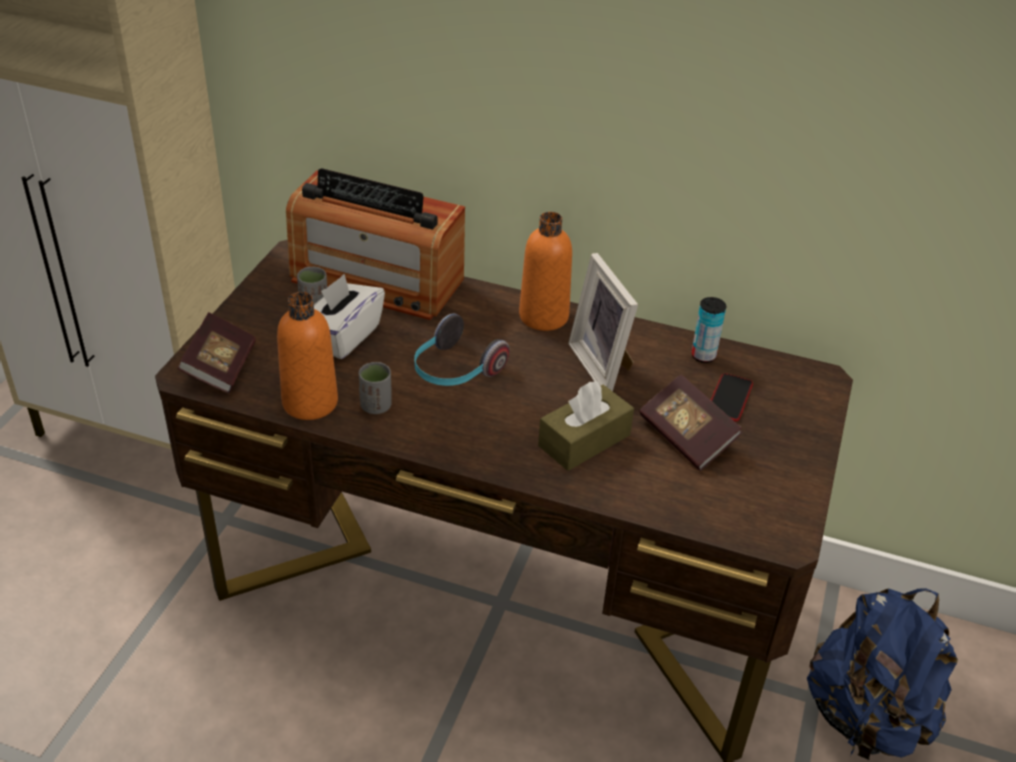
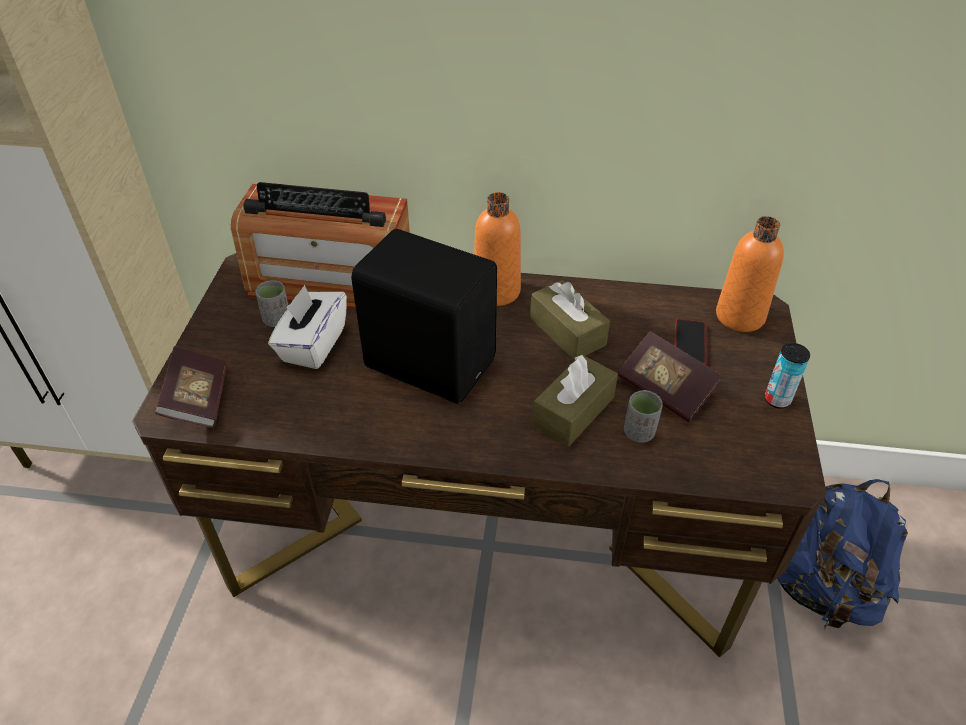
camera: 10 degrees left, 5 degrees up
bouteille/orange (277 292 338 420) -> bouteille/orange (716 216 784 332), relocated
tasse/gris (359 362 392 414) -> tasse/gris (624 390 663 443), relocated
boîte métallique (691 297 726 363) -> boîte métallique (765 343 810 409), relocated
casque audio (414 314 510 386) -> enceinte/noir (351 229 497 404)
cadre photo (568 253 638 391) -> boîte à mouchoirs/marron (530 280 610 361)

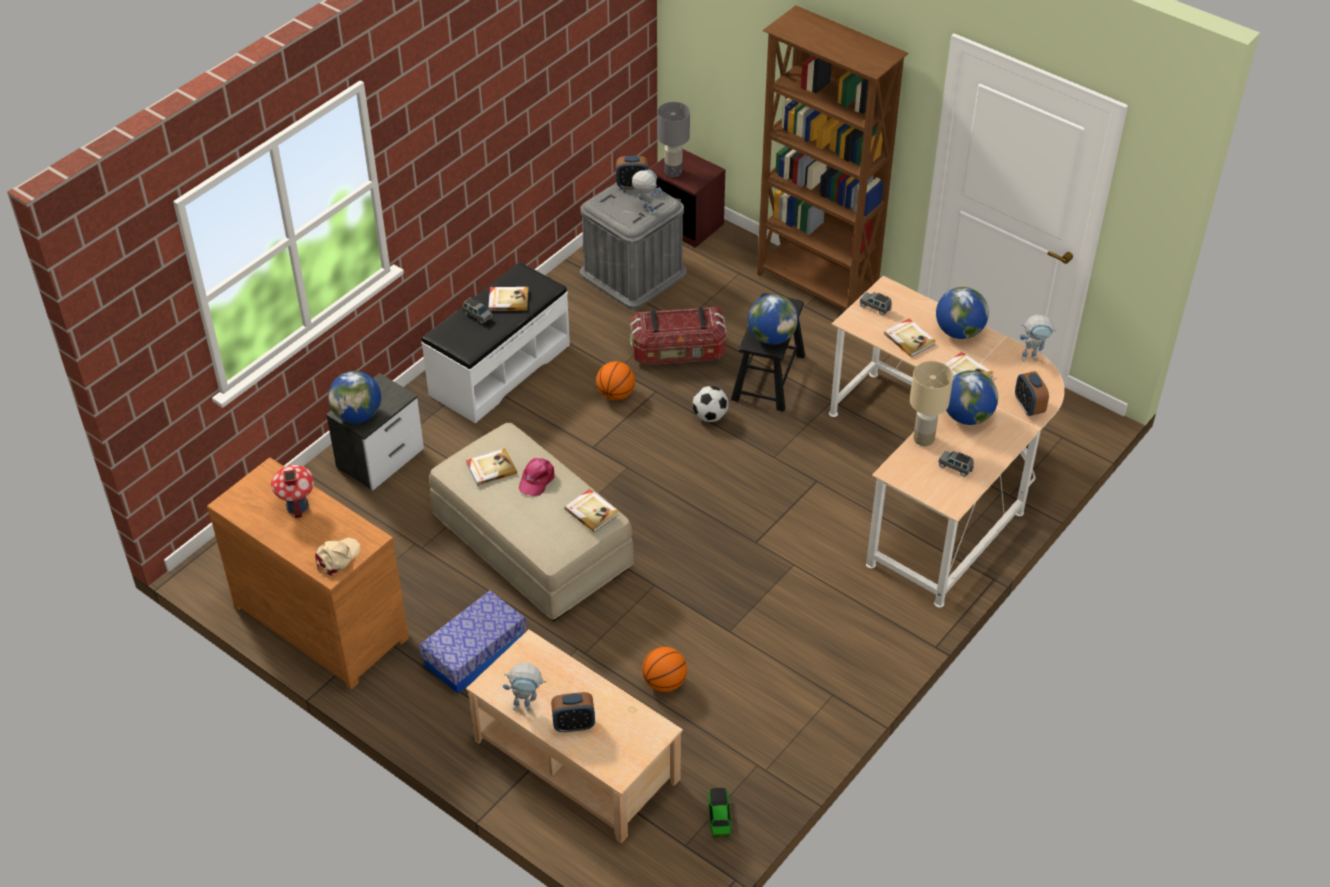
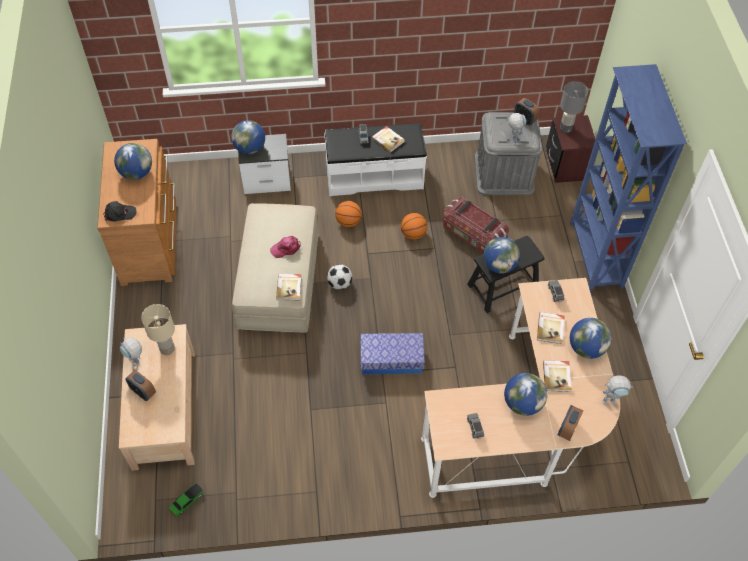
camera: 45 degrees right, 10 degrees up
livre (466 448 517 486) -> none
boîte de rangement (419 591 526 693) -> boîte de rangement (360 333 425 374), relocated
ballon de basket (642 647 687 692) -> ballon de basket (335 201 362 227), relocated
ballon de foot (693 386 728 422) -> ballon de foot (327 264 352 290), relocated
lampe de table/beige (910 361 953 446) -> lampe de table/beige (141 304 175 355), relocated
maison miniature (271 465 314 518) -> globe (114 143 152 180)
casquette/beige (315 537 360 576) -> casquette/noir (103 201 137 222)
bibliothèque/marron (757 5 909 311) -> bibliothèque/bleu (570 64 687 291)
robot jouet (1020 315 1056 361) -> robot jouet (603 375 633 405), 45 degrees counterclockwise

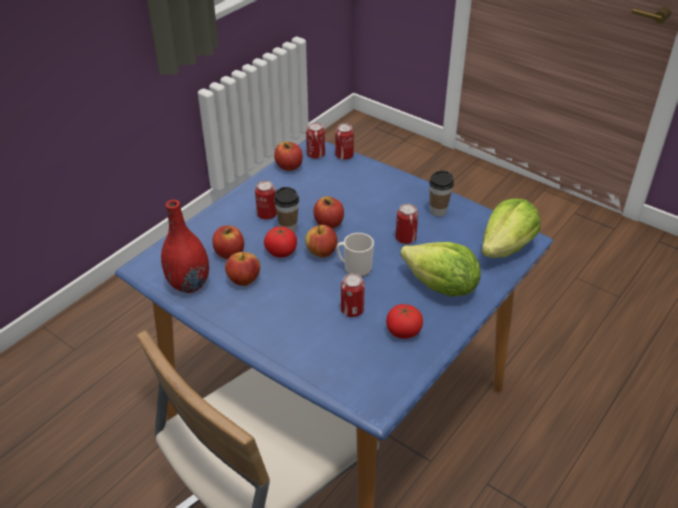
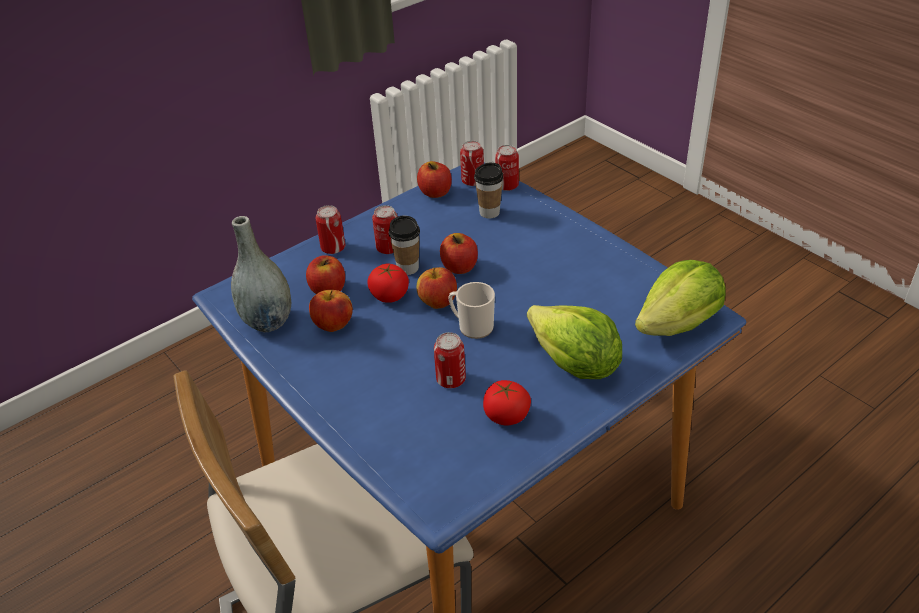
camera: 15 degrees right, 0 degrees up
boîte métallique (395 203 418 244) -> boîte métallique (316 205 345 254), relocated
tasse (429 171 454 217) -> tasse (474 162 503 219), relocated
vase/rouge (161 200 209 293) -> vase/gris (231 216 291 332)

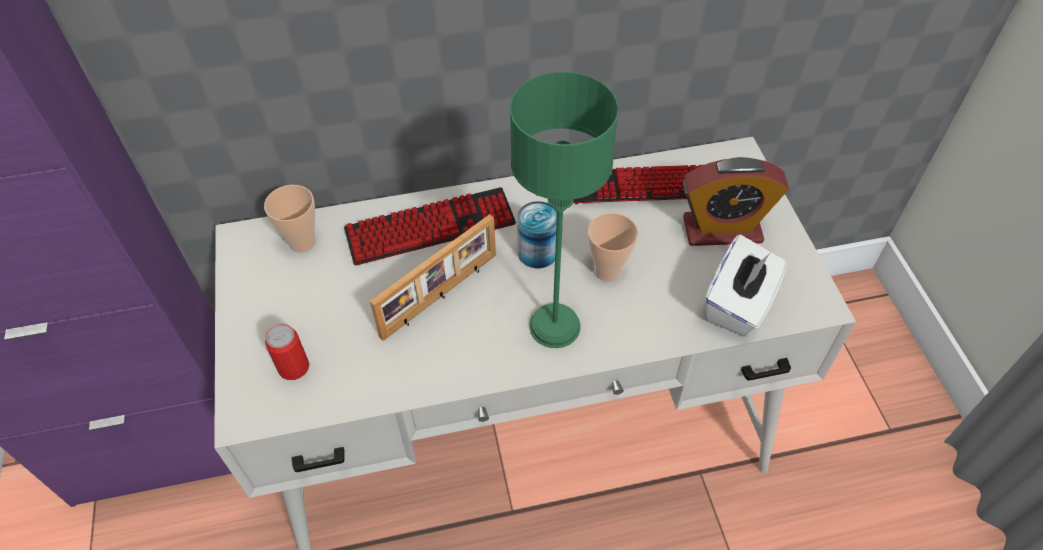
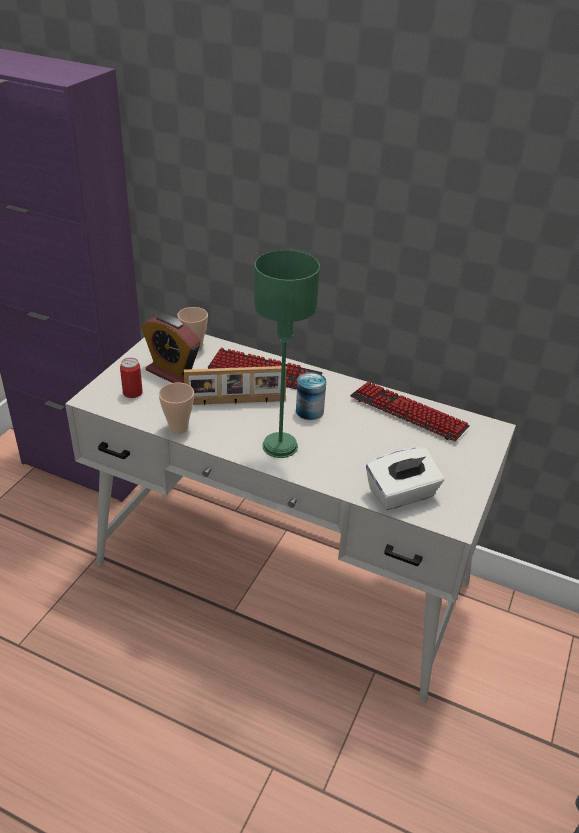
camera: 35 degrees right, 15 degrees down
tasse (588 213 638 282) -> tasse (159 382 194 434), relocated
réveil (683 157 789 246) -> réveil (141 314 201 383), relocated

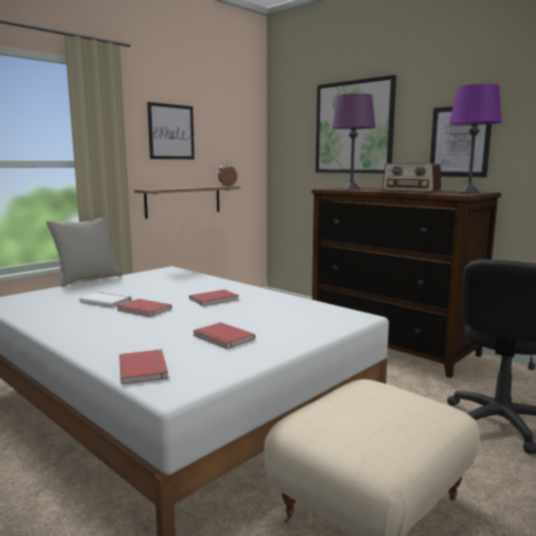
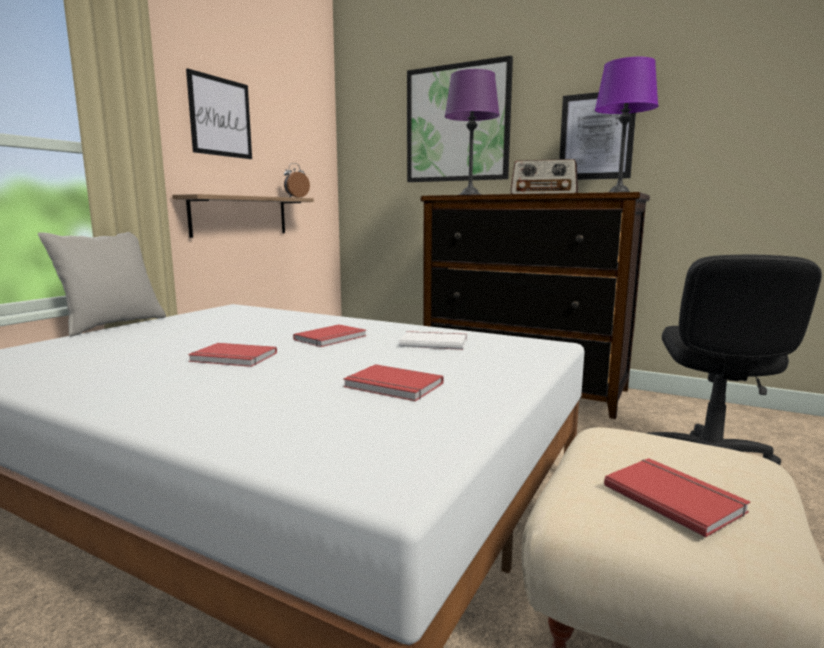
camera: 15 degrees left, 0 degrees up
livre/blanc (79 292 132 308) -> livre/blanc (399 331 467 350), relocated
livre/rouge (119 349 169 384) -> livre/rouge (604 458 750 537), relocated

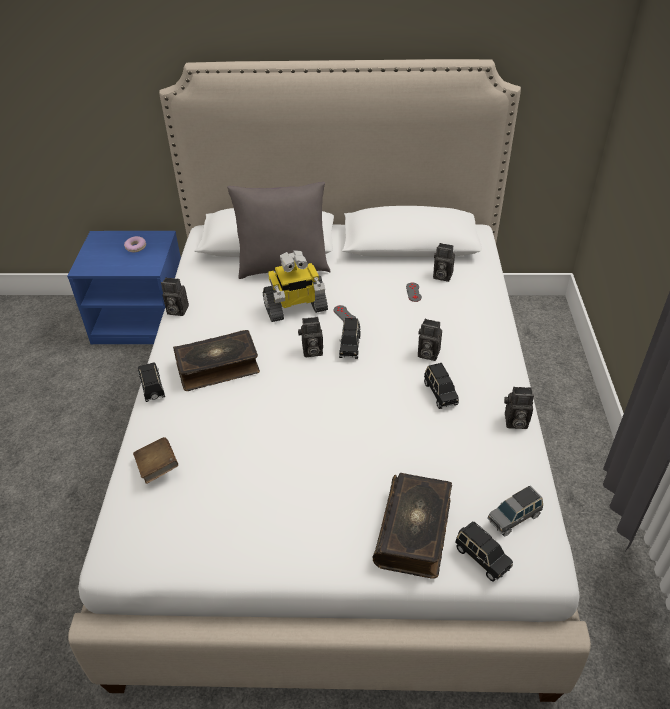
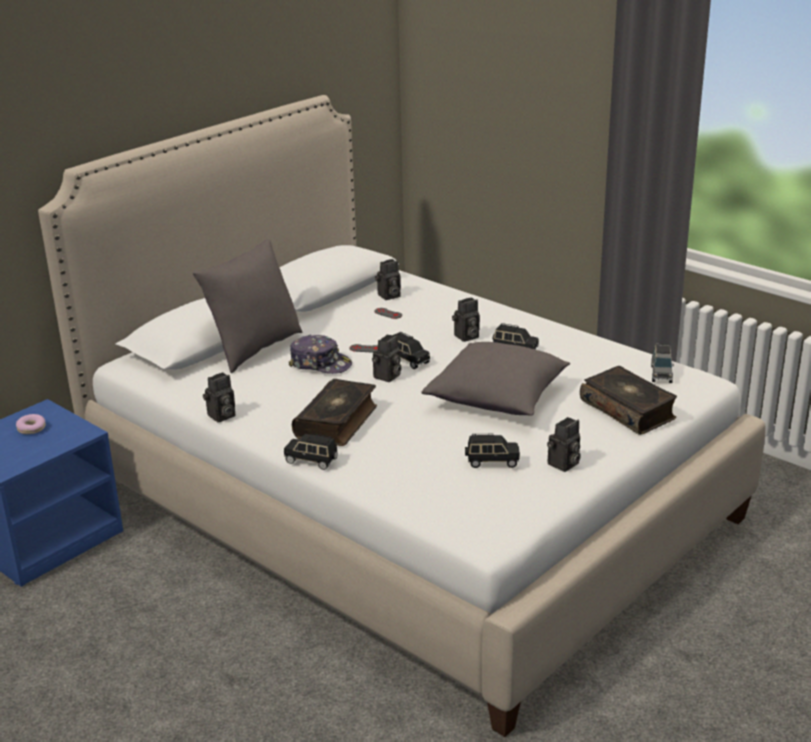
camera: 50 degrees left, 15 degrees down
livre/marron (133 437 178 484) -> none
none -> coussin/gris (422 342 570 416)
petite voiture/noir (455 521 513 581) -> petite voiture/noir (465 434 520 468), relocated
appareil photo (504 387 534 429) -> appareil photo (547 417 581 472), relocated
robot jouet (263 250 328 322) -> casquette (288 335 352 374)

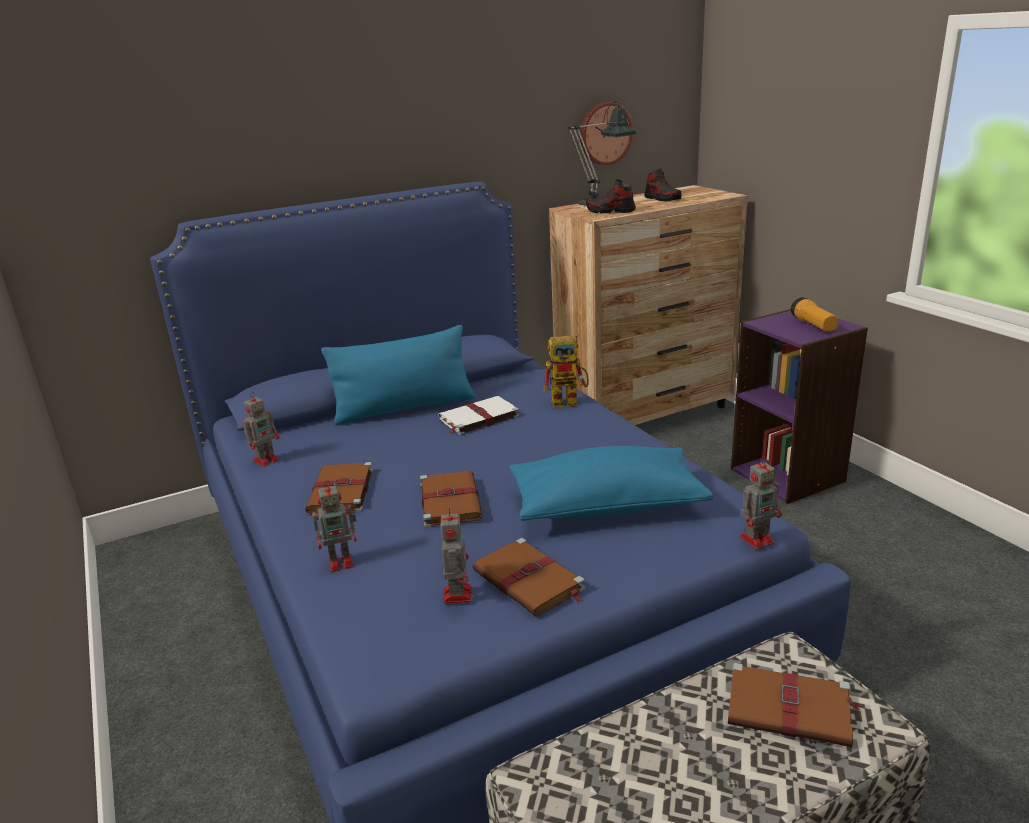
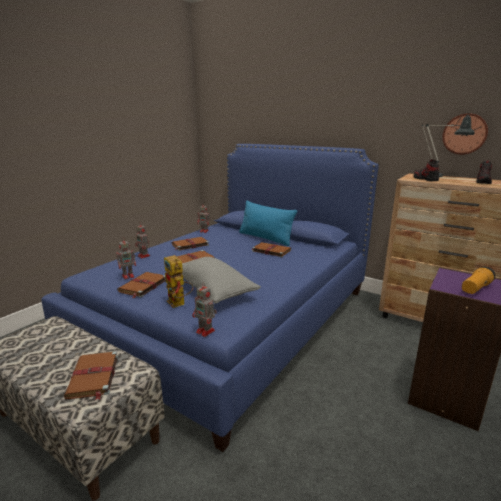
camera: 60 degrees right, 5 degrees down
robot jouet (543 334 589 408) -> robot jouet (164 255 193 308), relocated
livre/blanc (439 396 520 435) -> livre/marron (252 242 291 257)
coussin/bleu (509 446 713 521) -> coussin/gris (182 257 261 304)

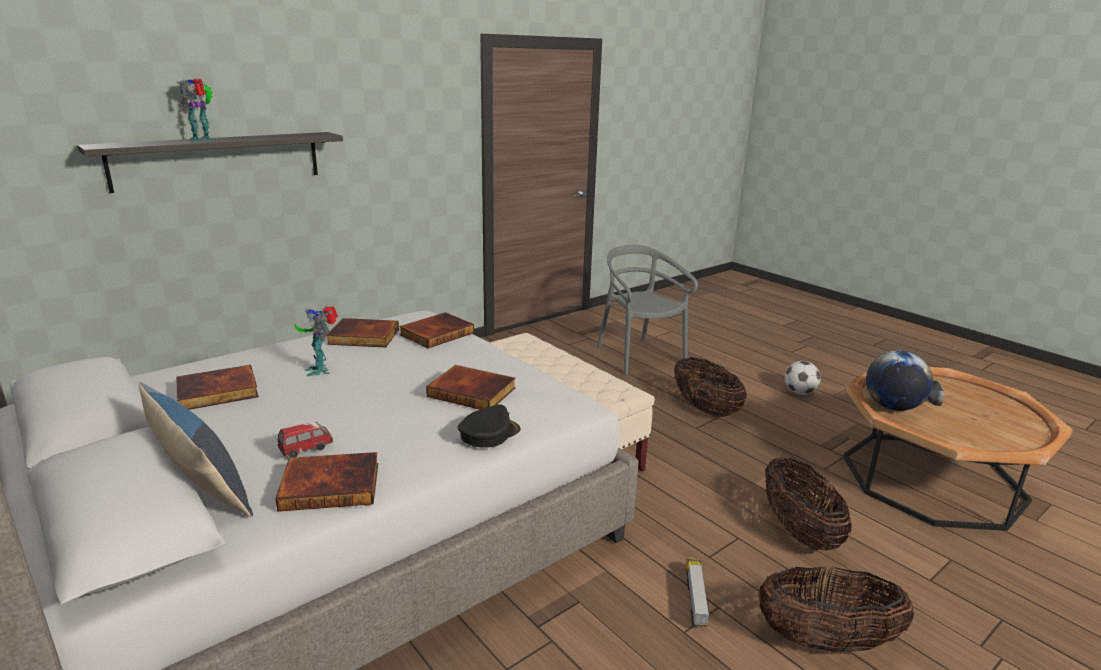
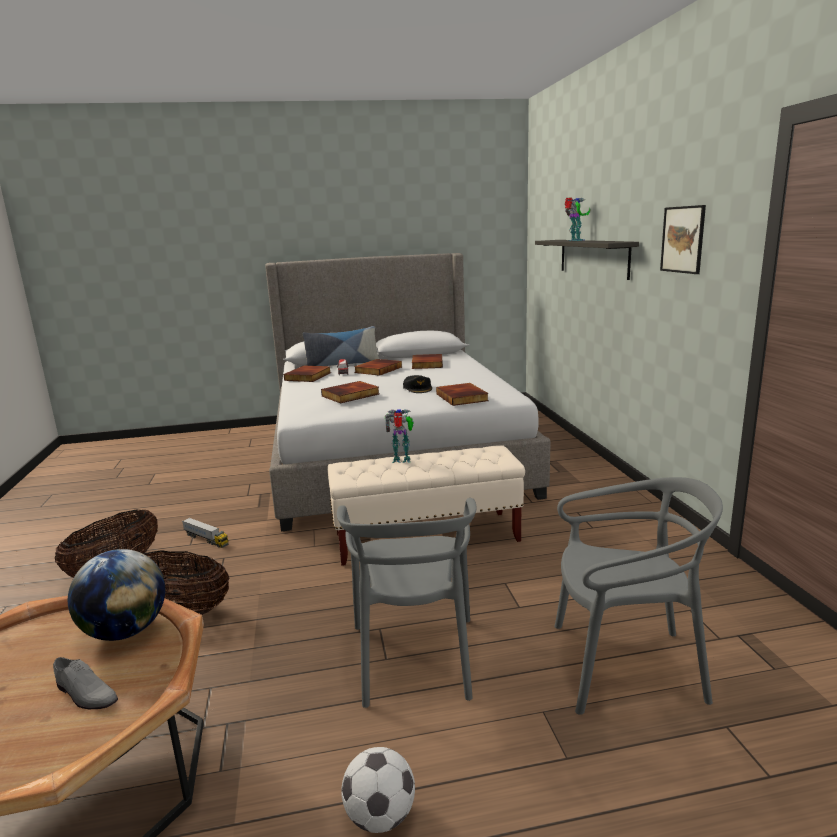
camera: 120 degrees right, 5 degrees down
none -> tableau (660 205 706 274)
robot jouet (295 306 338 376) -> robot jouet (385 409 414 463), relocated
livre (327 318 399 348) -> livre (354 359 402 376), relocated
casquette/noir (458 404 521 448) -> casquette/noir (403 375 432 393), relocated
panier (674 357 747 417) -> chaise/gris (337 498 477 708)

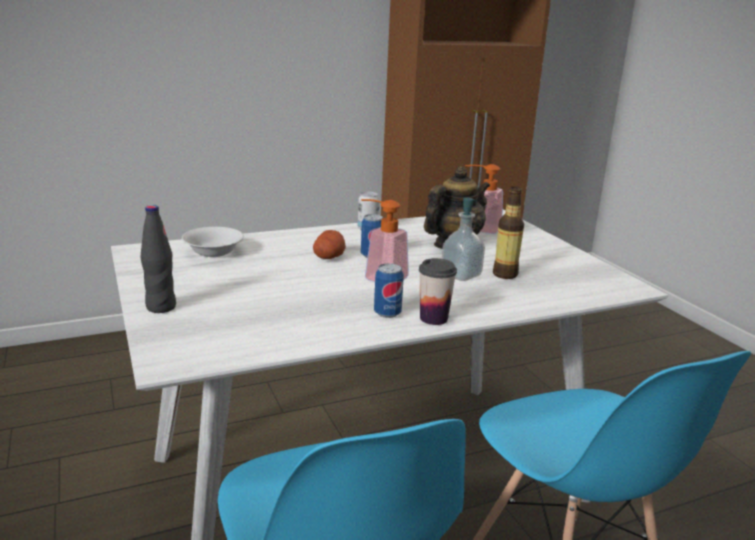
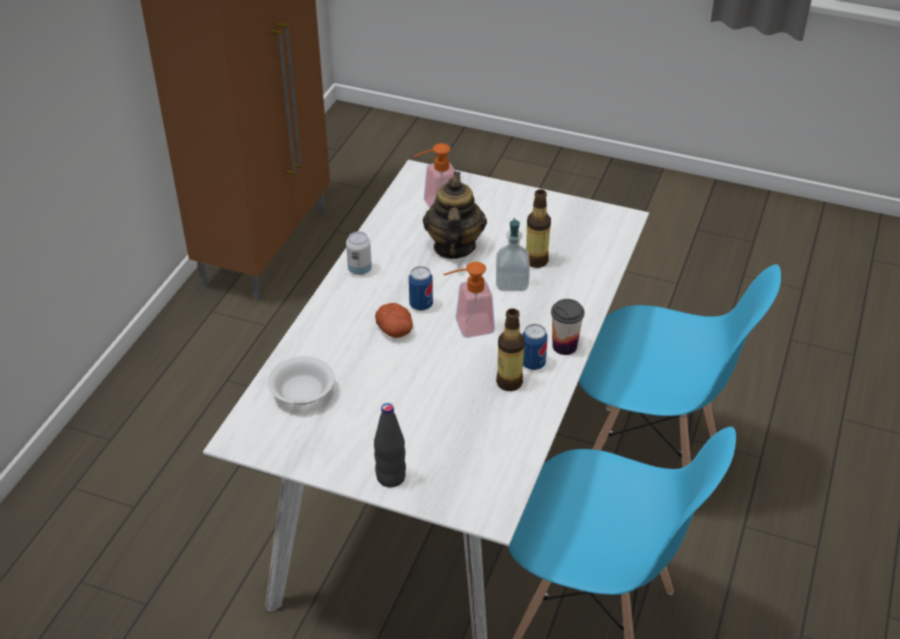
camera: 45 degrees left, 20 degrees up
none -> bouteille (496 308 525 391)

